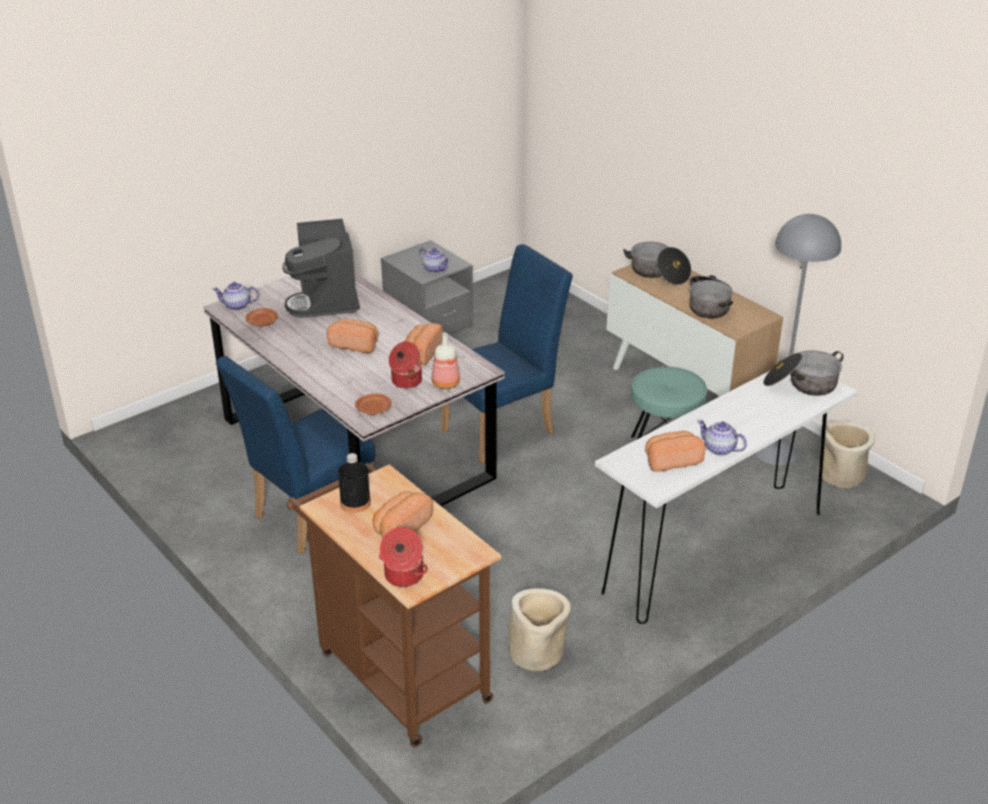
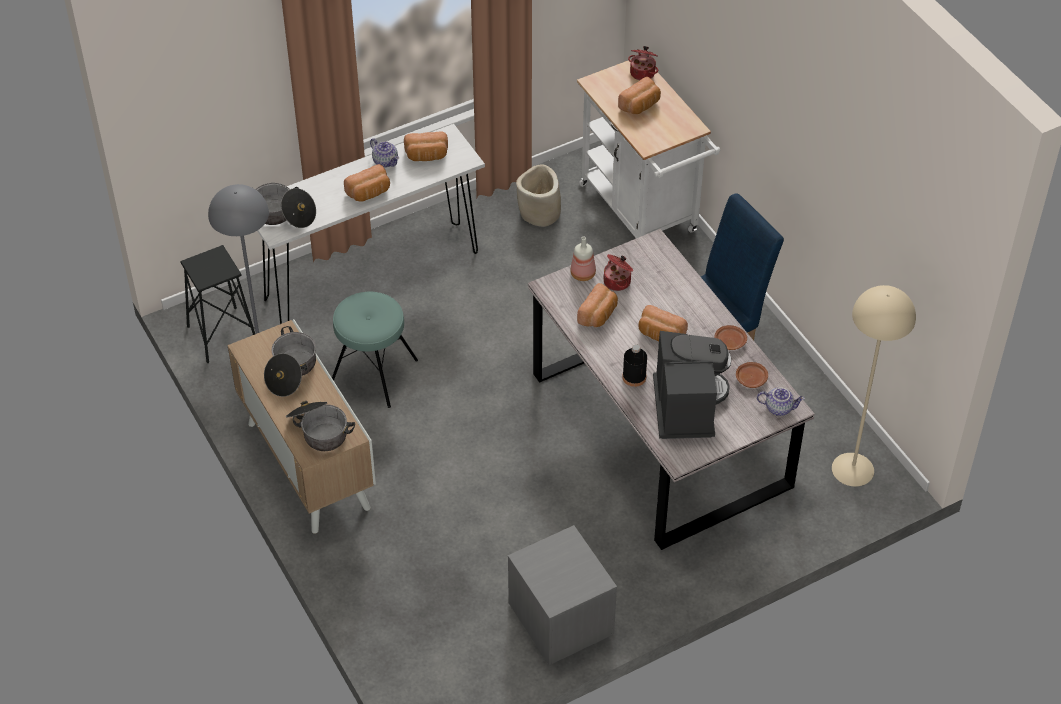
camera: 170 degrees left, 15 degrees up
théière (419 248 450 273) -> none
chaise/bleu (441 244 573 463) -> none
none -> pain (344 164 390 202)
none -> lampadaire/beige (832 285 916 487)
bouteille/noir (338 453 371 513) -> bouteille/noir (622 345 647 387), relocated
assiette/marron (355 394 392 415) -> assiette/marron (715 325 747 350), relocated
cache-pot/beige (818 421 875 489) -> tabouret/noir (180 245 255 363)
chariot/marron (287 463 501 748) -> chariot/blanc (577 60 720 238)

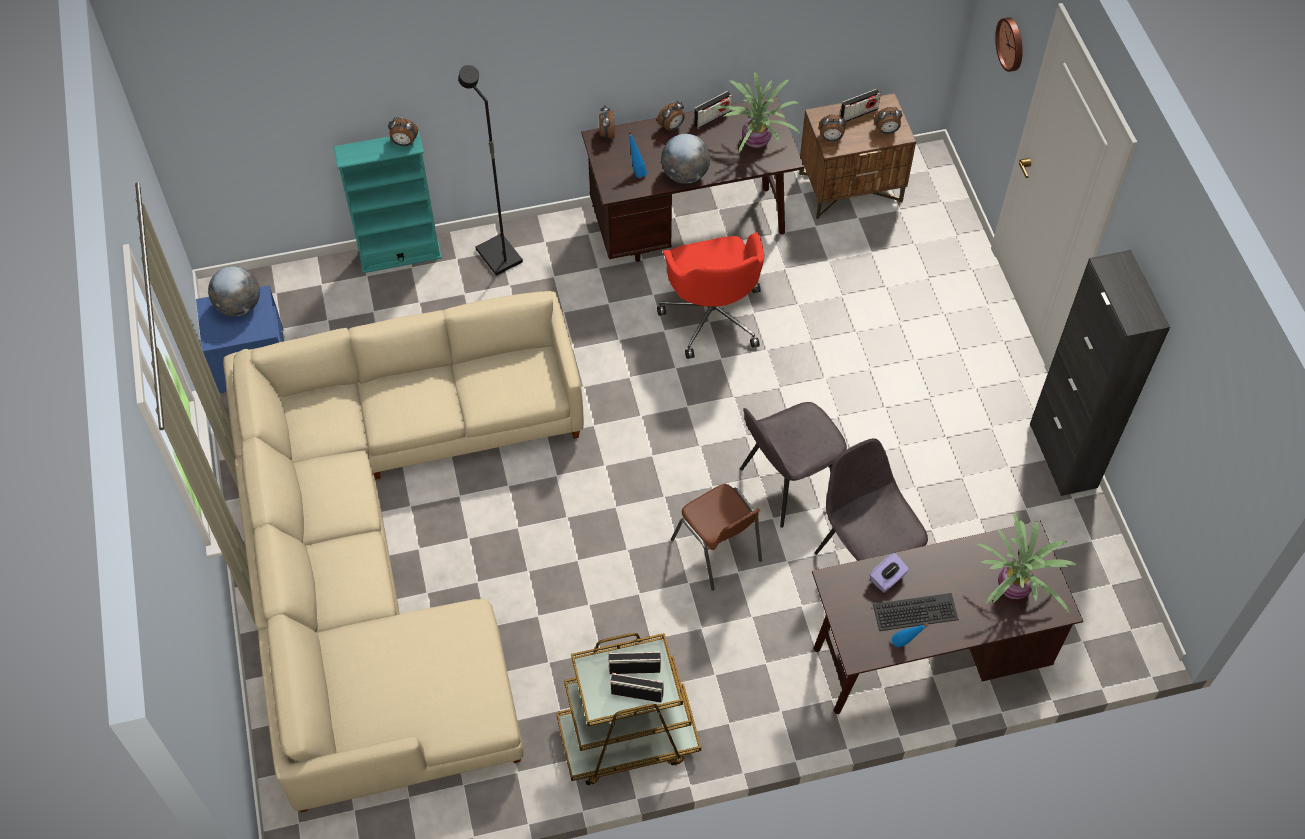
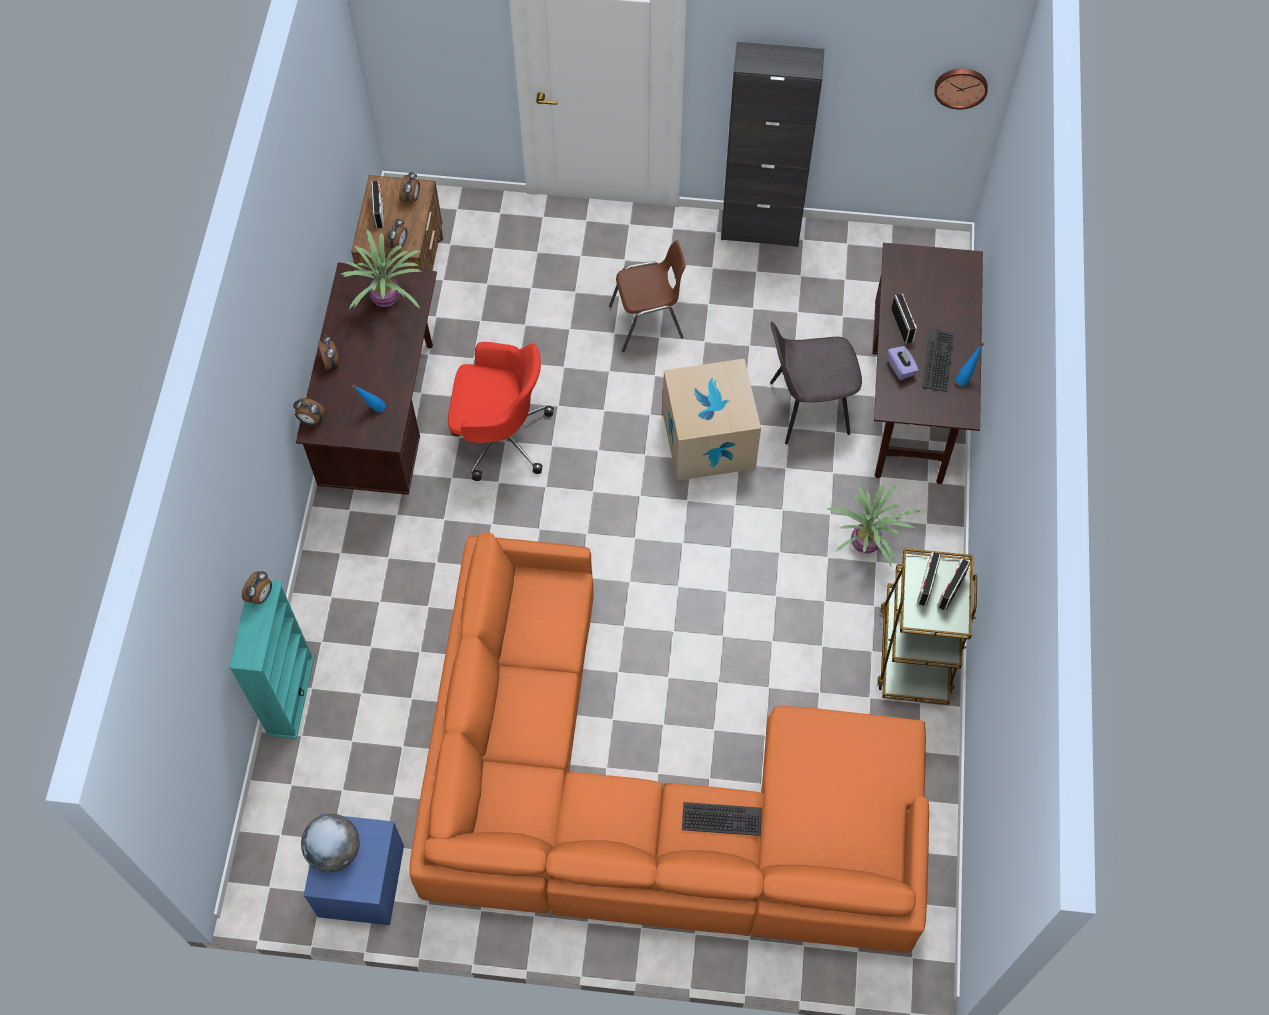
camera: 70 degrees left, 5 degrees up
lampadaire/noir (458 65 523 276) -> none
globe (661 134 710 184) -> none
none -> clavier (682 802 762 836)
chaise/marron (671 484 762 591) -> chaise/marron (609 241 686 352), relocated
radio (694 91 732 129) -> radio (891 293 917 343), relocated
plante en pot (976 512 1076 614) -> plante en pot (827 483 920 567), relocated
horloge murale (995 17 1023 72) -> horloge murale (934 69 988 109), relocated
chaise/gris (740 402 847 528) -> carton (663 359 761 481)
canapé/beige (223 291 584 813) -> canapé/orange (409 532 929 953)

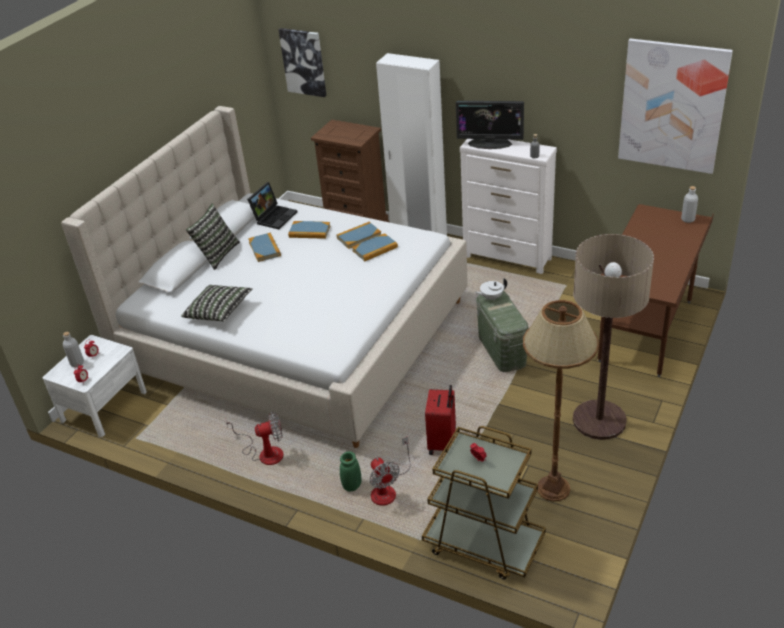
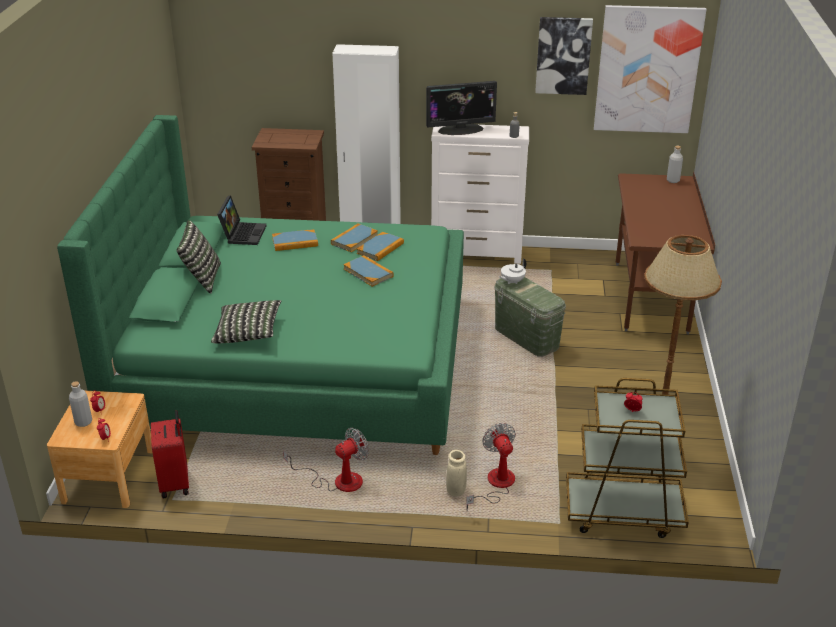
camera: 25 degrees left, 5 degrees down
lampadaire (573 234 654 440) -> none
livre (248 233 281 262) -> livre (343 255 394 287), relocated
tableau (278 28 326 97) -> tableau (535 17 593 95), relocated
valise/rouge (425 385 456 455) -> valise/rouge (151 410 189 499), relocated
table de chevet/blanc (42 335 147 437) -> table de chevet/marron (47 390 152 508)
lit/beige (61 106 468 448) -> lit/vert (57 115 464 455)
vase/vert (340 451 361 491) -> vase/beige (446 450 467 496)
ventilateur (369 436 410 506) -> ventilateur (466 423 516 510), 150 degrees counterclockwise

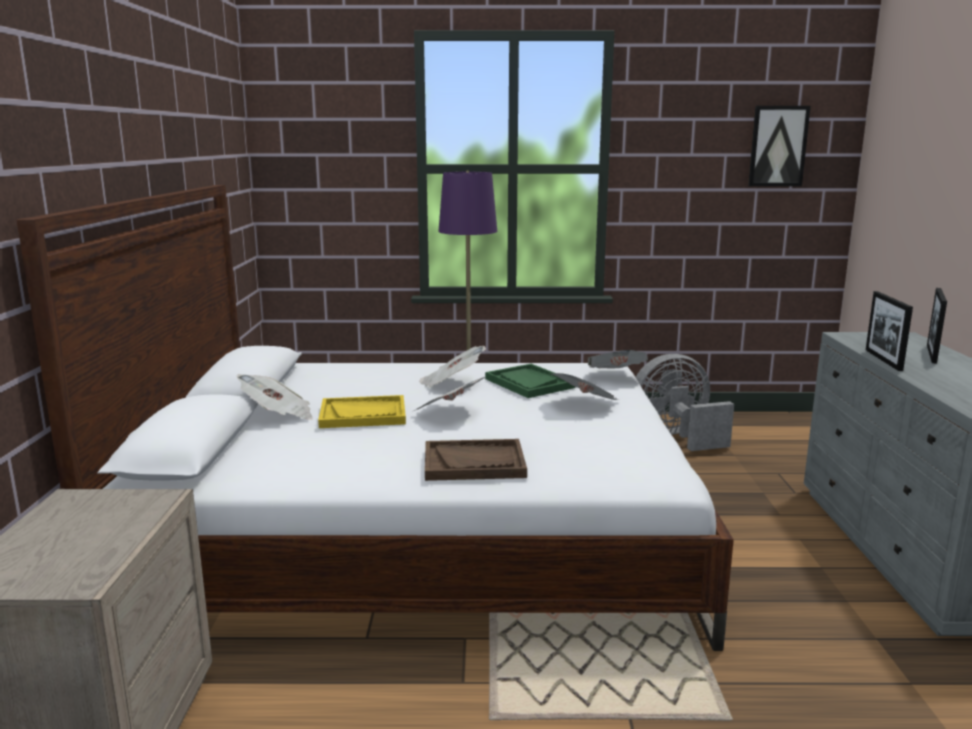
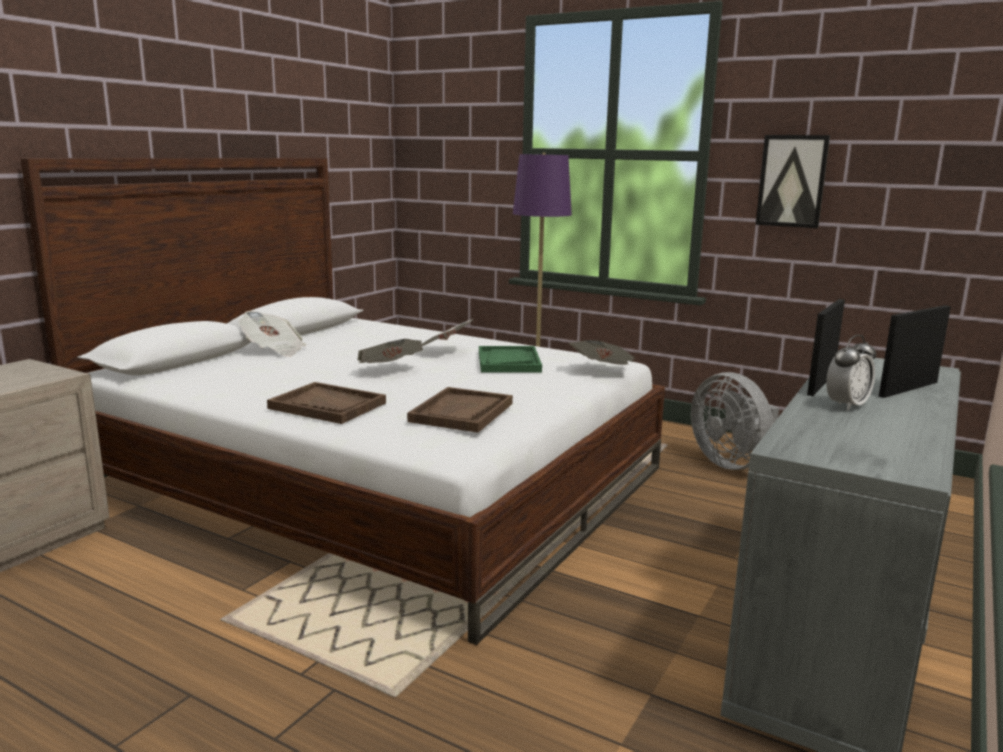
camera: 30 degrees right, 0 degrees up
plateau/jaune (318 395 406 428) -> none
journal (552 373 617 400) -> none
none -> plateau/marron (407 387 513 433)
none -> réveil (826 335 876 411)
tableau (748 106 811 186) -> tableau (756 135 830 228), relocated
ventilateur/gris (636 354 734 451) -> ventilateur/gris (691 372 779 470), 135 degrees counterclockwise

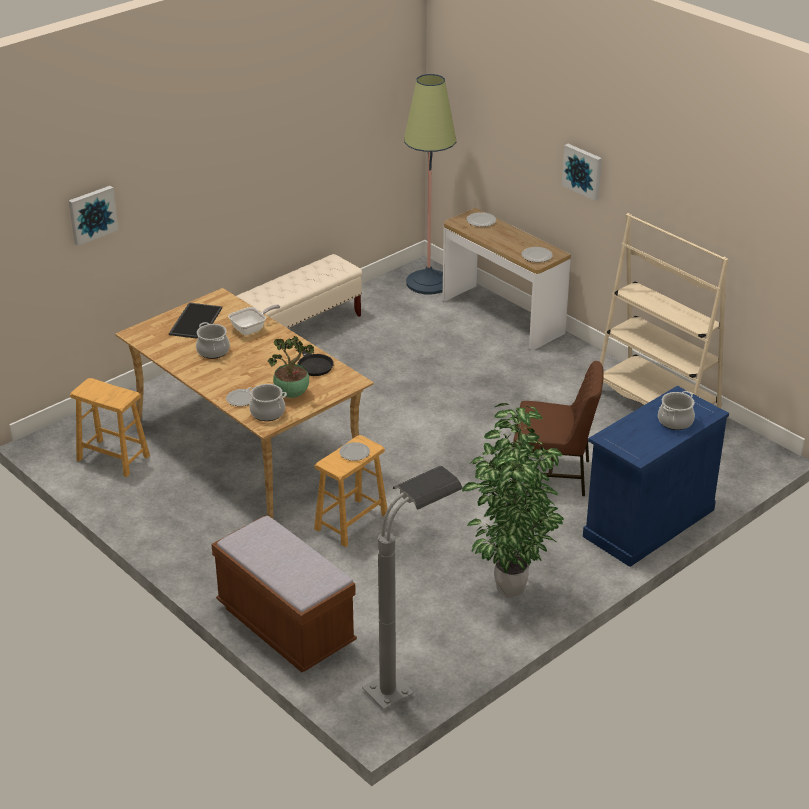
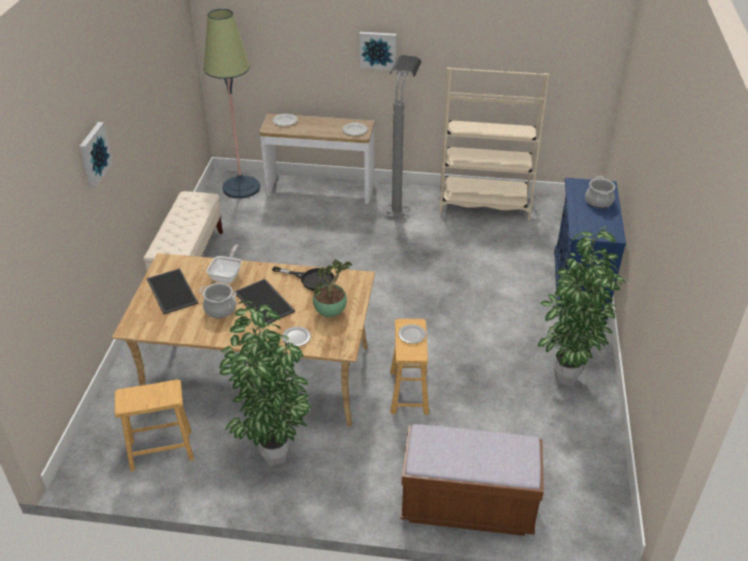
camera: 40 degrees left, 5 degrees up
marmite (246 384 287 421) -> none
chaise/marron (513 361 604 496) -> none
none -> plante en pot (219 301 312 466)
none -> plateau (234 279 295 323)
tableau (69 186 118 246) -> tableau (79 122 113 188), relocated
lampadaire/gris (362 466 463 709) -> lampadaire/gris (383 55 422 218), relocated

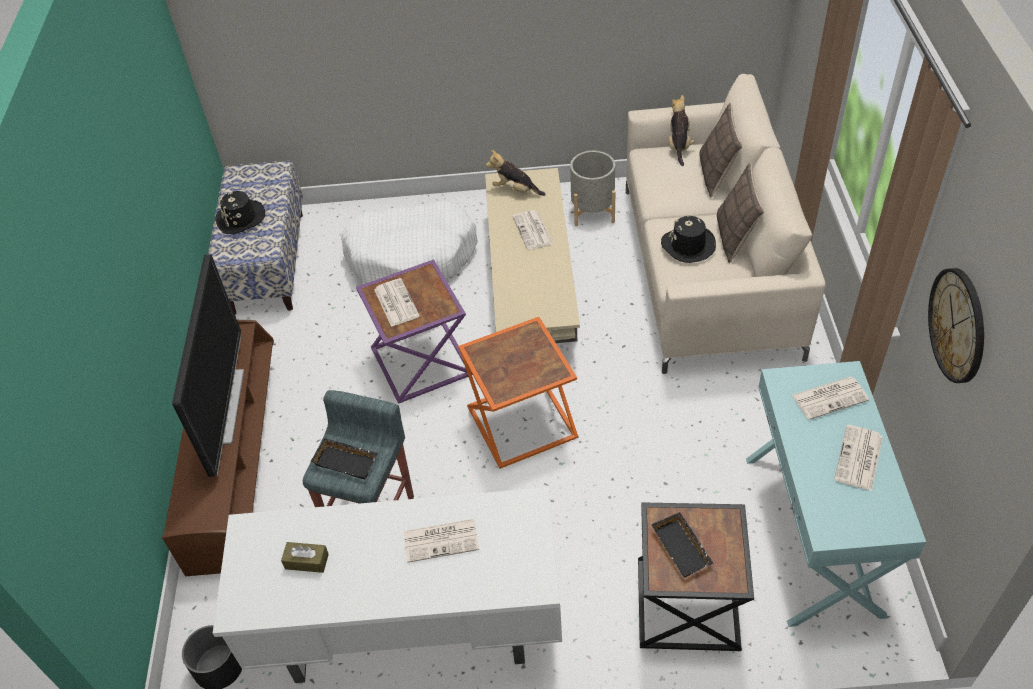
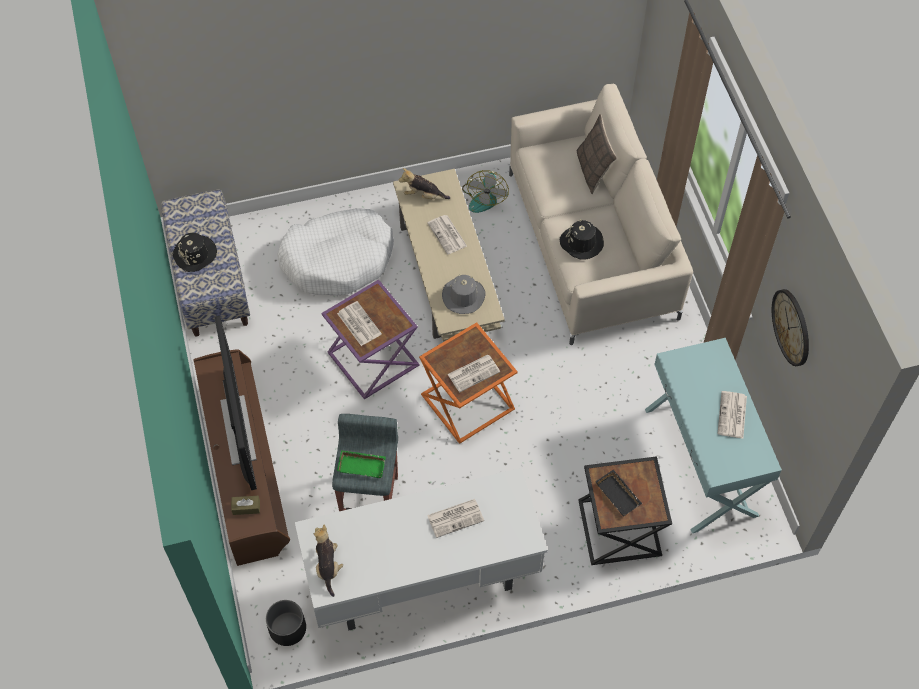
camera: 15 degrees left, 10 degrees up
coussin (717 162 764 263) -> none
none -> chapeau/gris (442 274 486 314)
boîte à mouchoirs/marron (281 542 329 573) -> boîte à mouchoirs/marron (231 496 260 515), relocated
peluche (669 95 695 166) -> peluche (313 525 343 597), relocated
journal (792 377 869 420) -> journal (447 355 500 392), relocated
cache-pot/gris (570 151 615 226) -> ventilateur (462 170 509 213)
plateau/noir (310 438 378 480) -> plateau/vert (337 450 386 478)

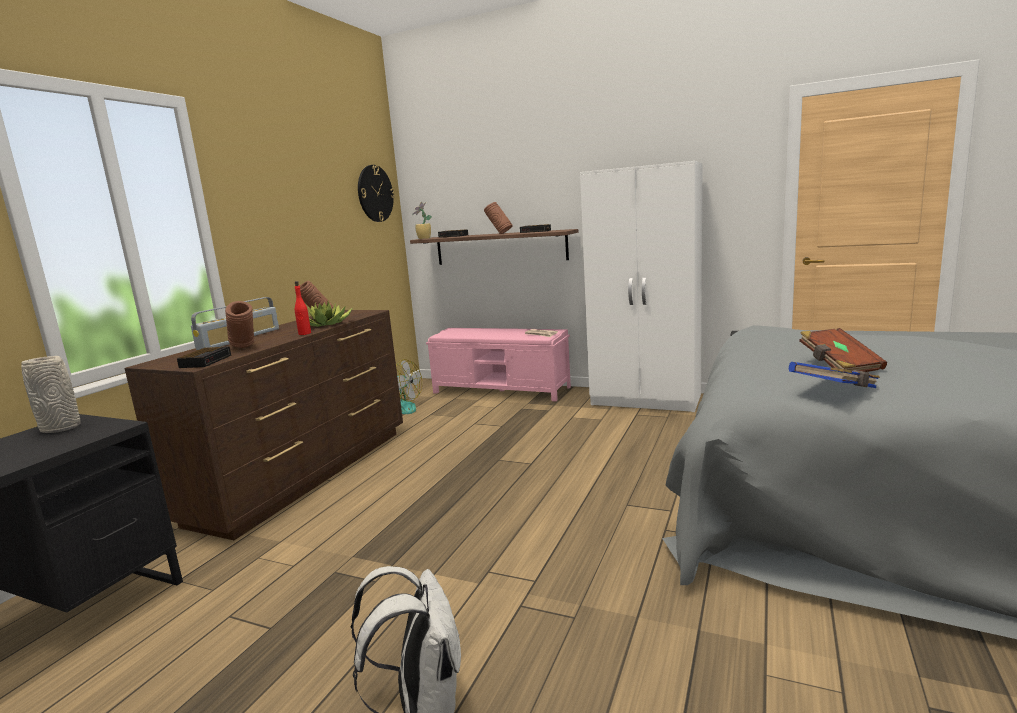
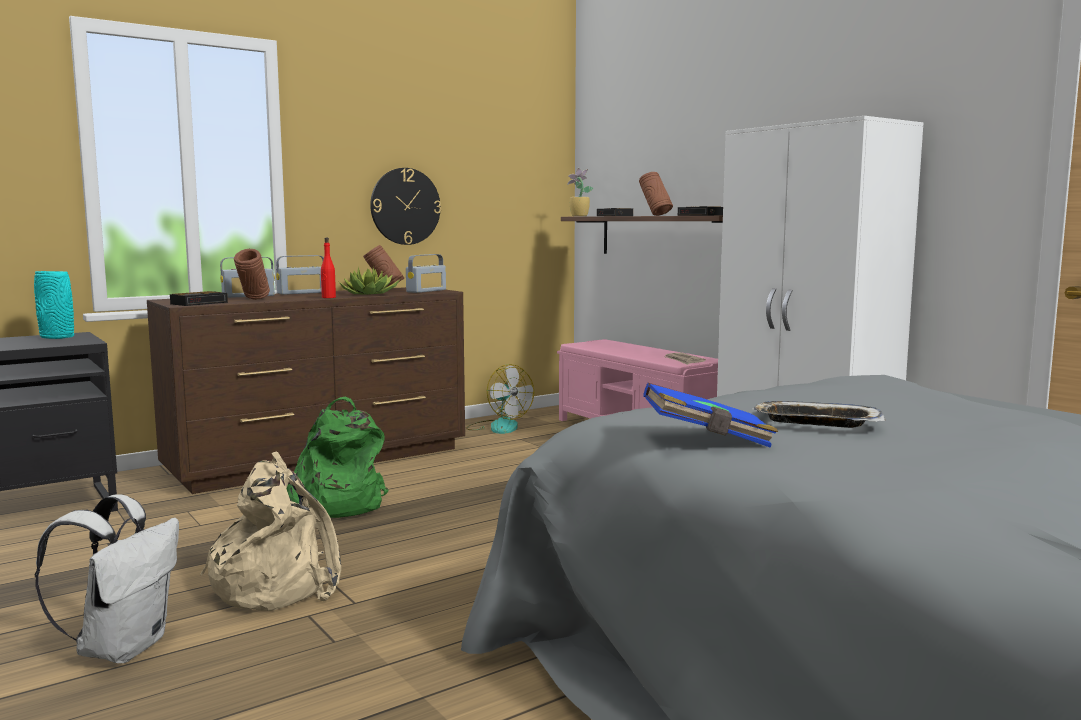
camera: 30 degrees right, 5 degrees down
none -> sac à dos/beige (200 452 341 611)
none -> sac à dos/vert (287 396 388 518)
none -> radio (406 254 446 293)
horloge murale (358 165 395 222) -> horloge murale (370 168 441 245), relocated
livre/marron (799 328 887 372) -> plateau (752 401 886 428)
vase/gris (21 356 81 433) -> vase/turquoise (34 271 74 339)

